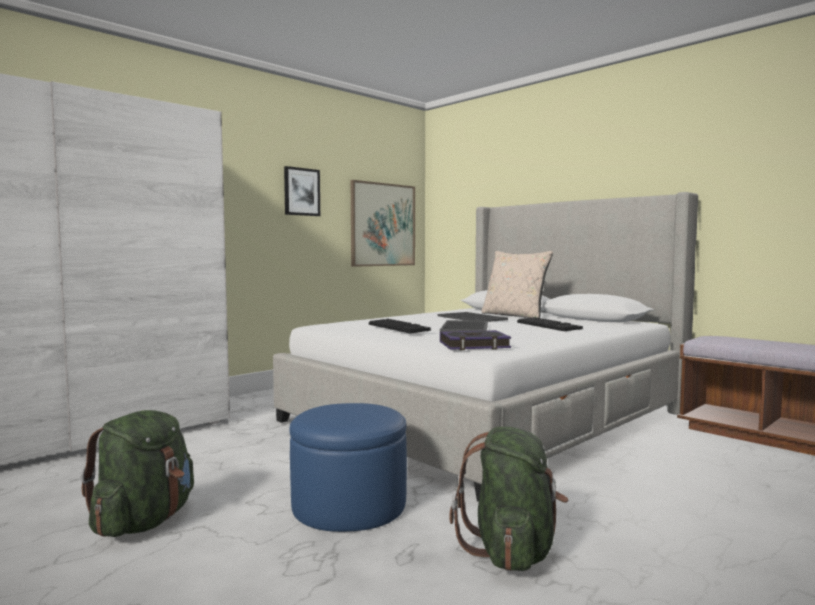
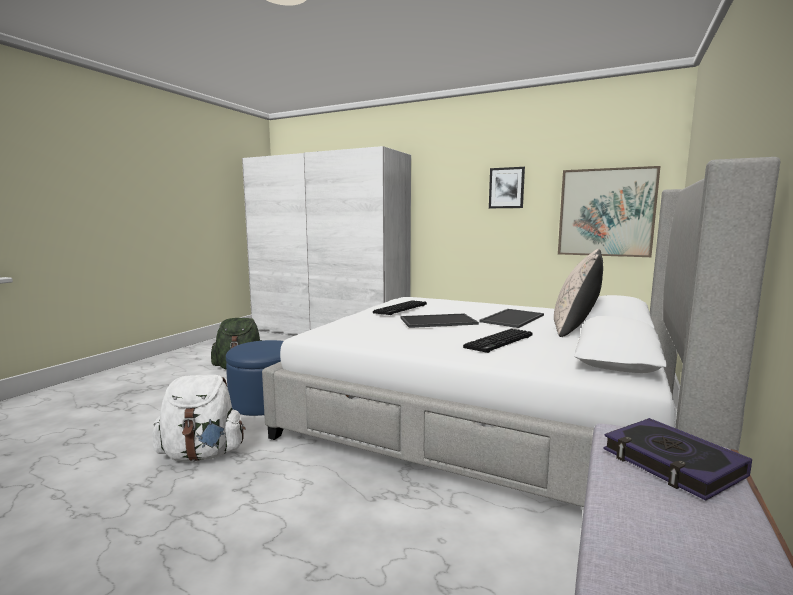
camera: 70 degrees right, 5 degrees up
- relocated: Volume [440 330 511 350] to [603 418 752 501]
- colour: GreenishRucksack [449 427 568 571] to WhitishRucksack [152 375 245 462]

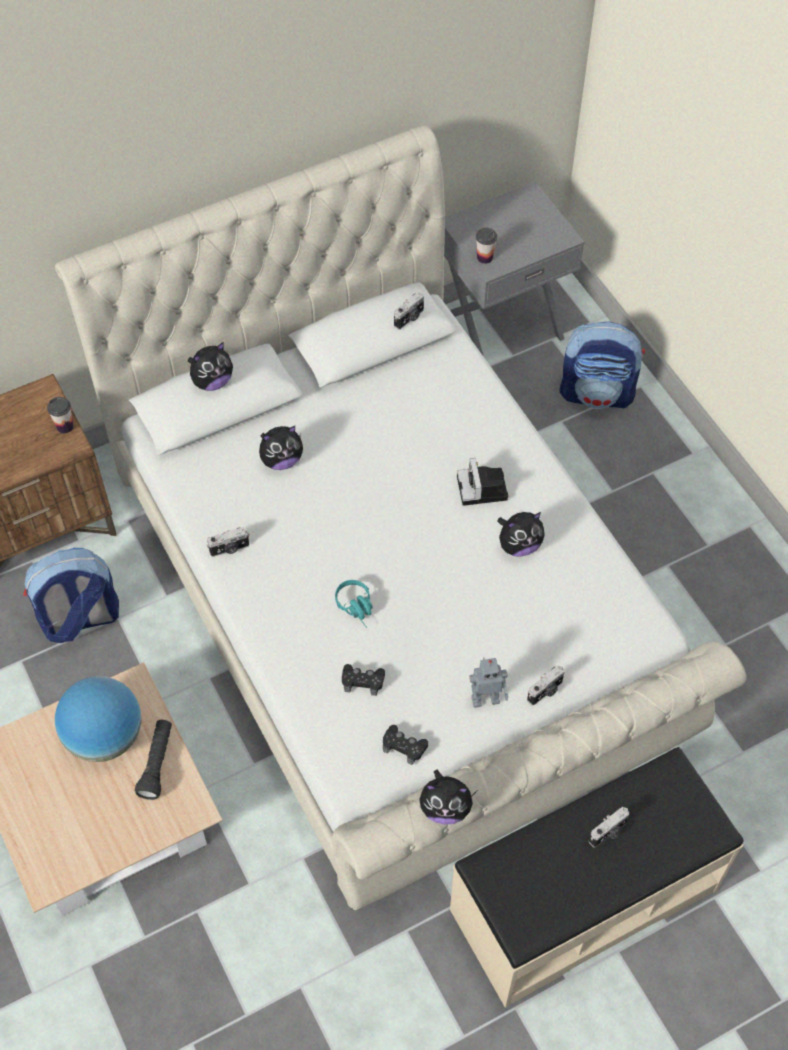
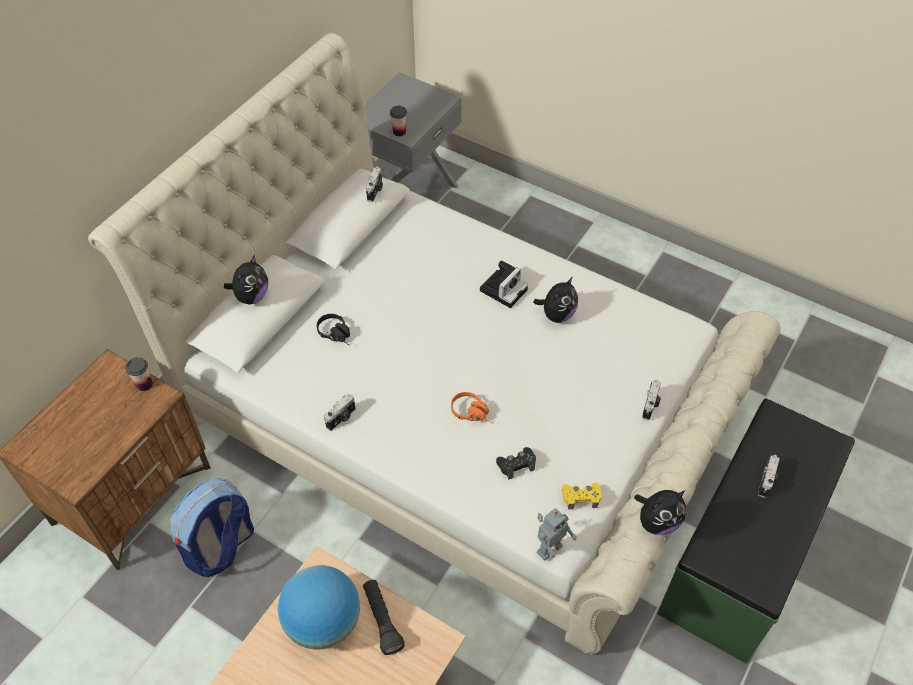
camera: 30 degrees left, 5 degrees down
- exchanged: CuddlyToy [259 426 303 470] to BlackishHeadphones [317 314 350 346]
- colour: TurquoiseHeadphones [335 580 373 628] to OrangeHeadphones [451 392 493 423]
- colour: BlackishGameController [383 725 428 765] to YellowColouredGameController [562 483 602 509]
- colour: SandColouredBench [450 747 744 1008] to GreenishBench [657 398 855 663]
- spun: PhotoCamera [457 458 508 506] = [480 260 528 308] 105 degrees counterclockwise
- relocated: ModelRobot [470 657 509 708] to [537 508 577 561]
- missing: Rucksack [559 322 645 409]

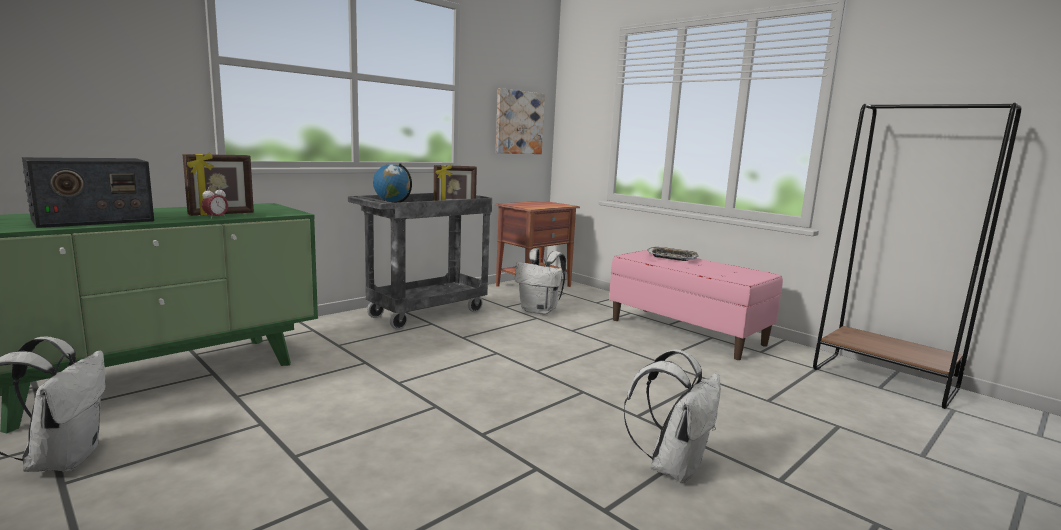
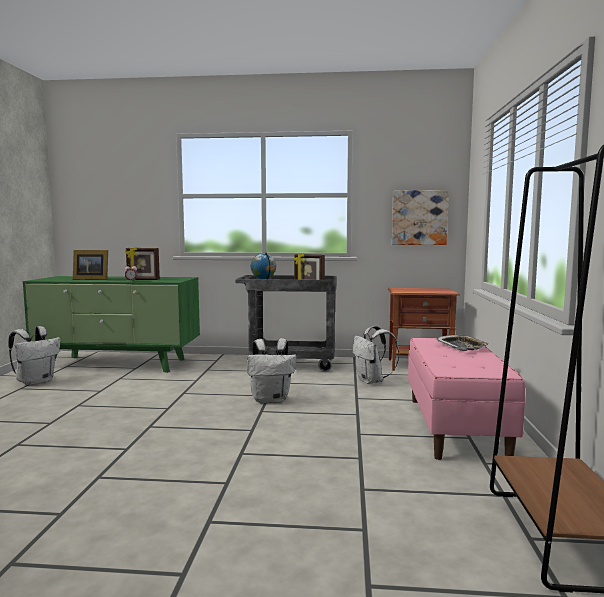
camera: 50 degrees right, 5 degrees down
- exchanged: Radio [22 157 154 228] to StandingFrame [73 250 108 280]
- relocated: WhitishRucksack [623 349 721 483] to [247 338 296 404]

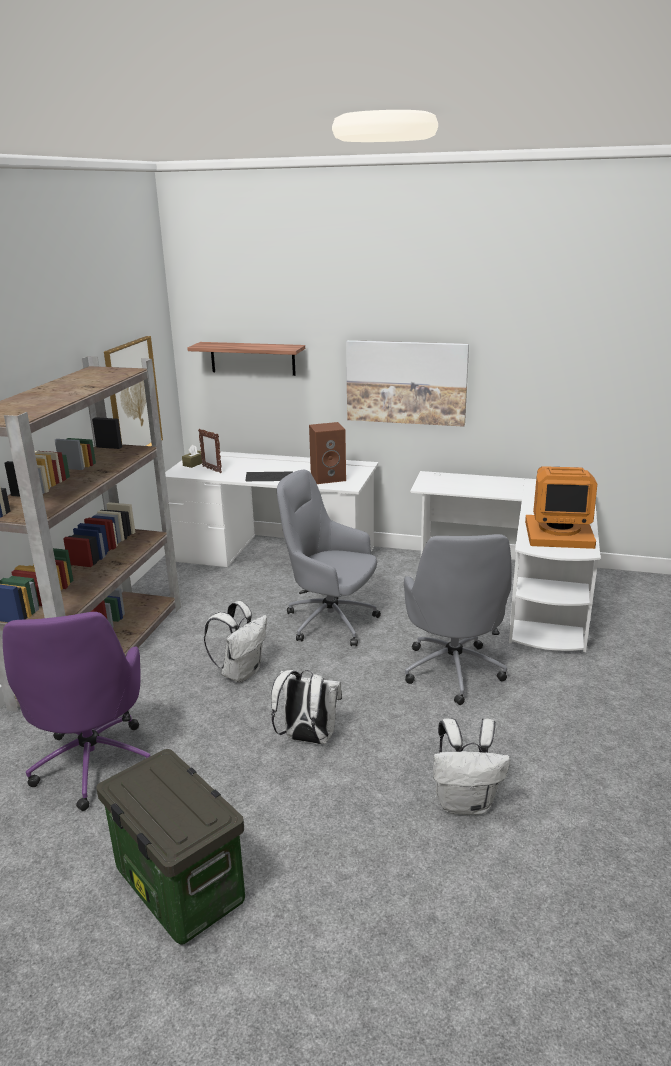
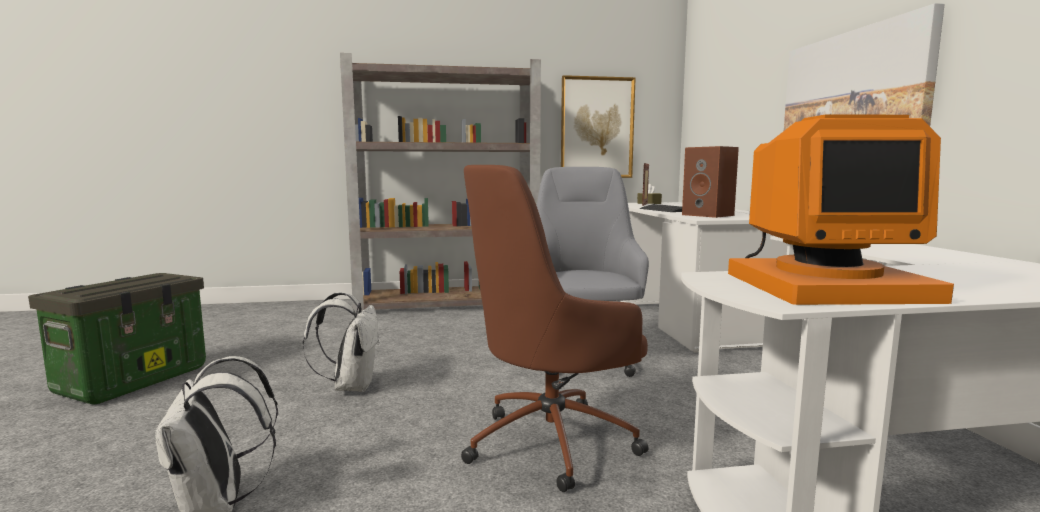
camera: 65 degrees right, 15 degrees down
- missing: PurpleColouredOfficeChair [3 612 150 811]
- missing: WallShelf [187 342 305 376]
- missing: WhitishRucksack [204 601 267 683]
- colour: GreyOfficeChair [404 534 512 705] to BrownOfficeChair [461 165 649 492]
- spun: ComputerDisplay [525 466 597 549] = [728 114 954 305] 75 degrees counterclockwise

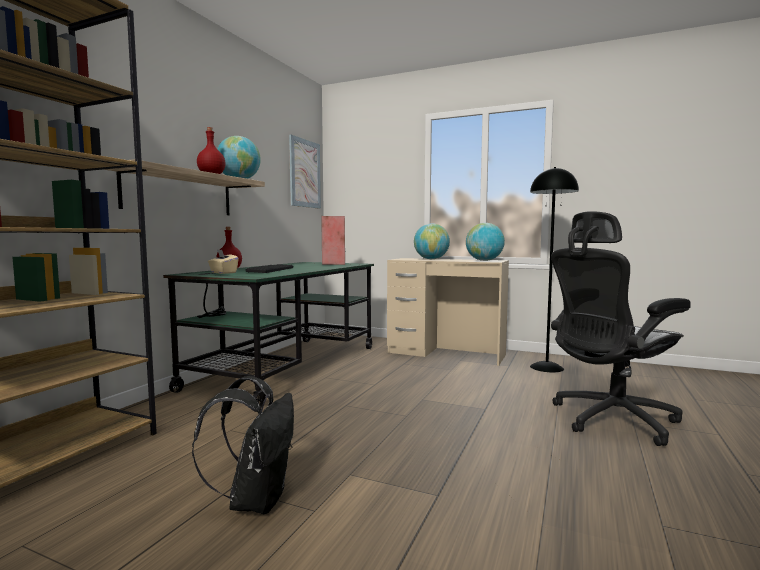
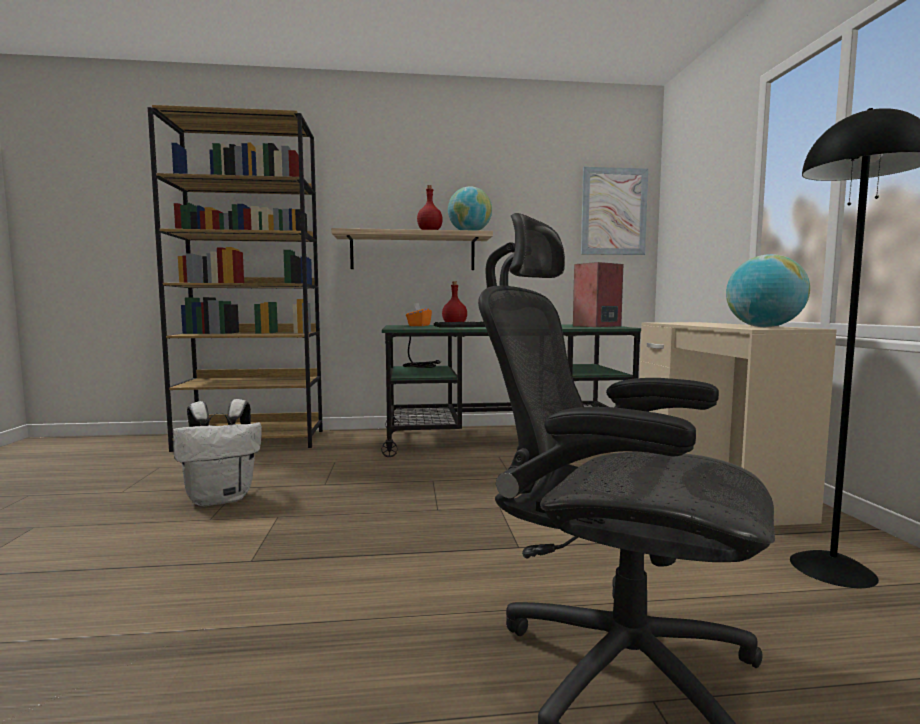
camera: 60 degrees right, 0 degrees up
- colour: BlackishRucksack [192 376 294 514] to WhitishRucksack [173 399 262 506]
- colour: SandColouredBoxOfTissues [208 250 239 274] to OrangeBoxOfTissues [406 303 432 326]
- missing: Globe [414 223 450 259]

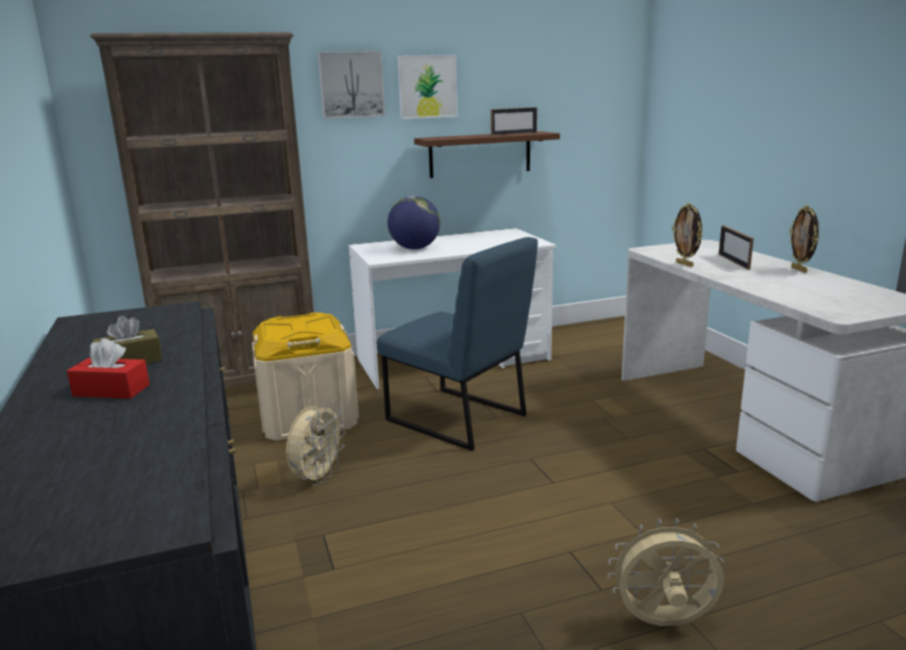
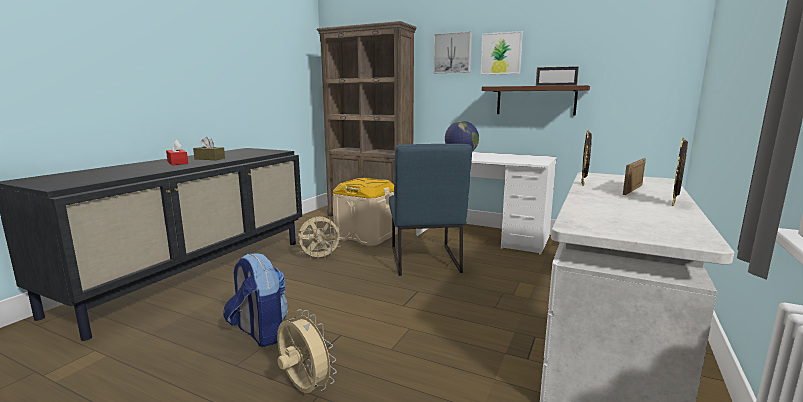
camera: 45 degrees right, 5 degrees down
- appeared: Rucksack [223 253 288 347]

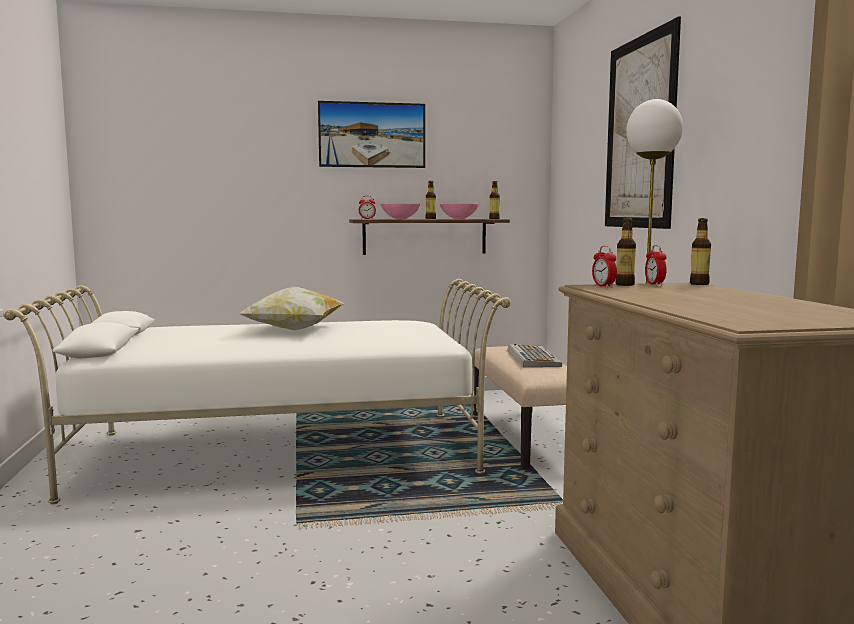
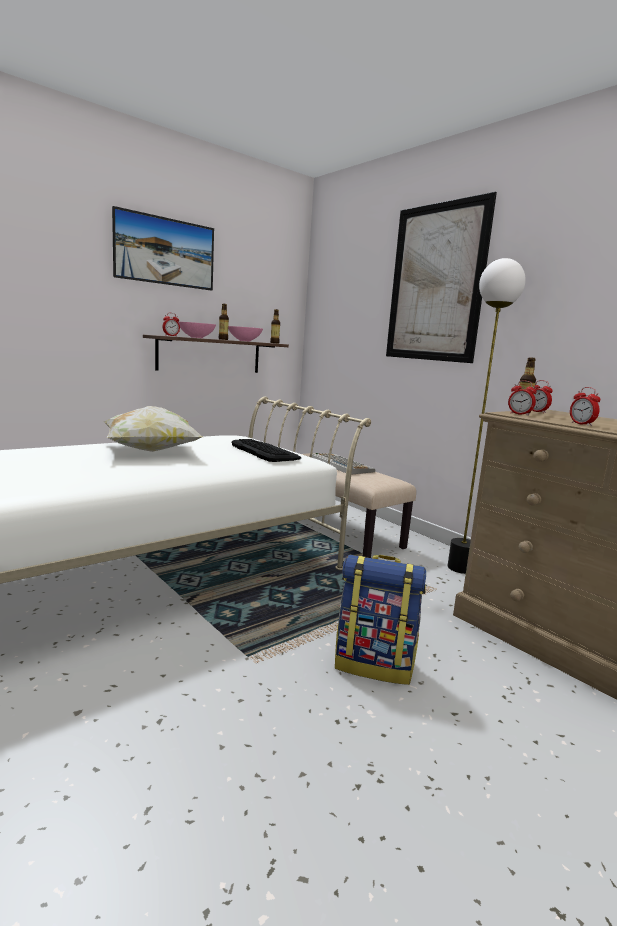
camera: 30 degrees left, 5 degrees up
- missing: Bottle [690 218 711 285]
- appeared: ComputerKeyboard [231 439 302 462]
- appeared: Rucksack [335 555 426 685]
- appeared: BedsideClock [570 387 600 426]

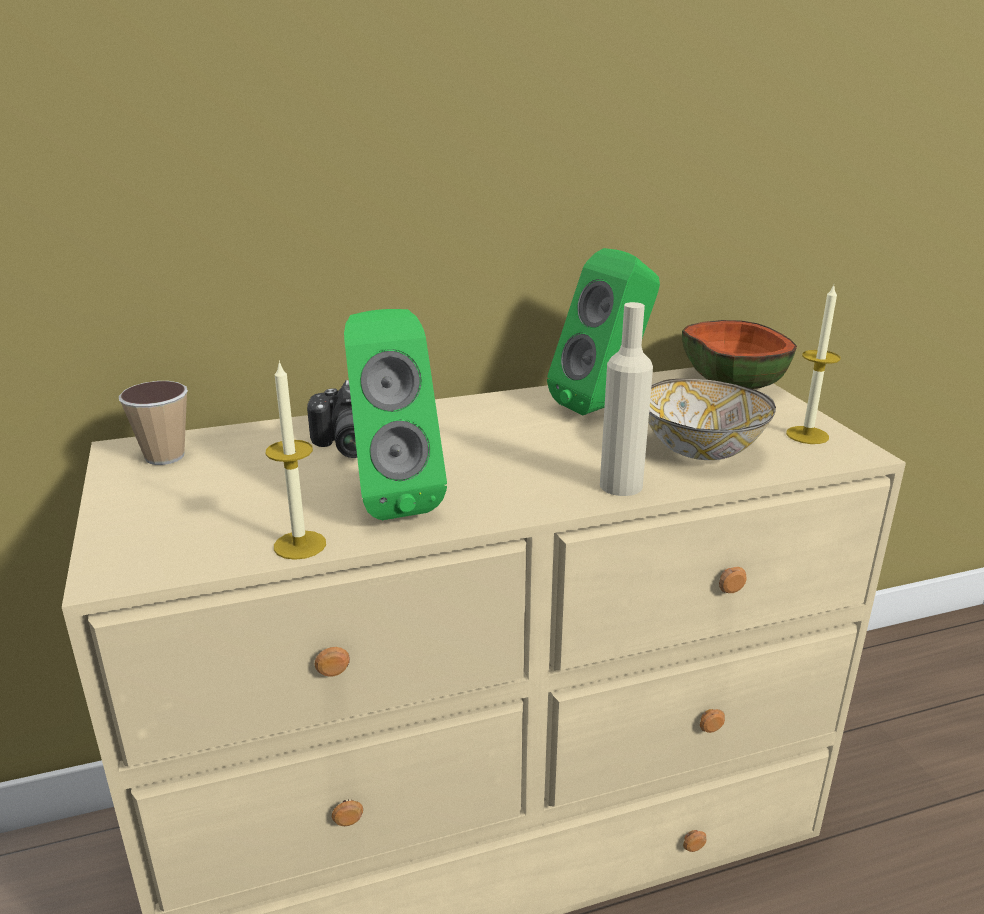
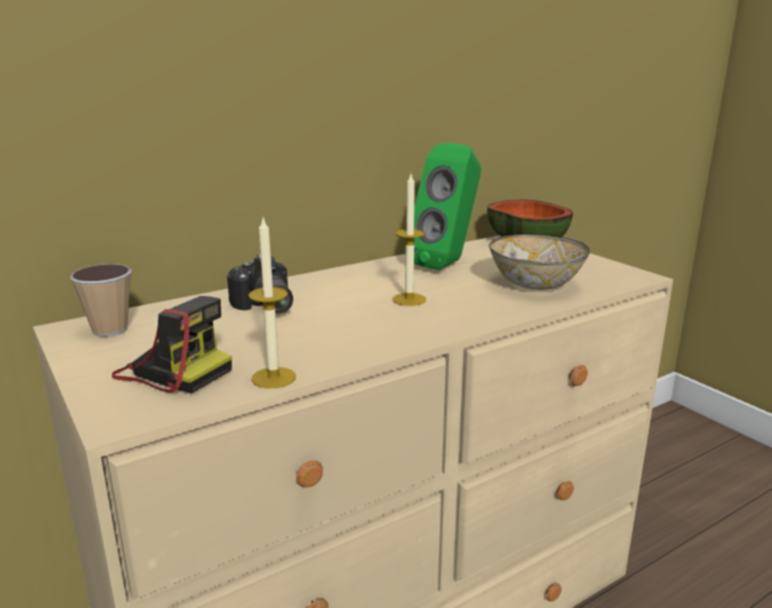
camera: 15 degrees left, 5 degrees down
- missing: GreenishAudioSpeaker [344 309 447 520]
- missing: SandColouredBottle [600 302 653 496]
- relocated: WaxCandle [786 285 840 444] to [392 174 426 306]
- appeared: PhotoCamera [112 296 232 394]

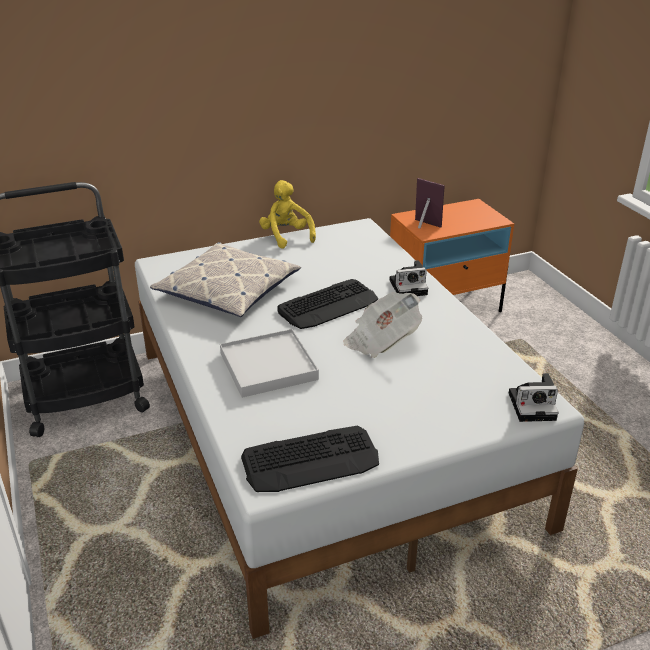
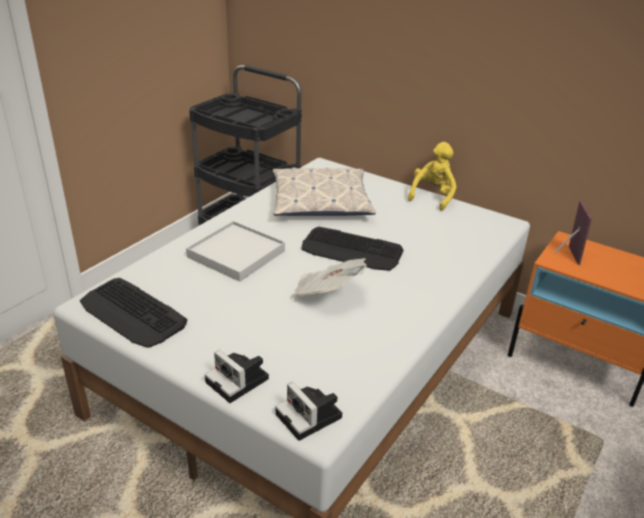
camera: 55 degrees right, 0 degrees up
- relocated: PhotoCamera [390 260 428 296] to [205 350 269 403]

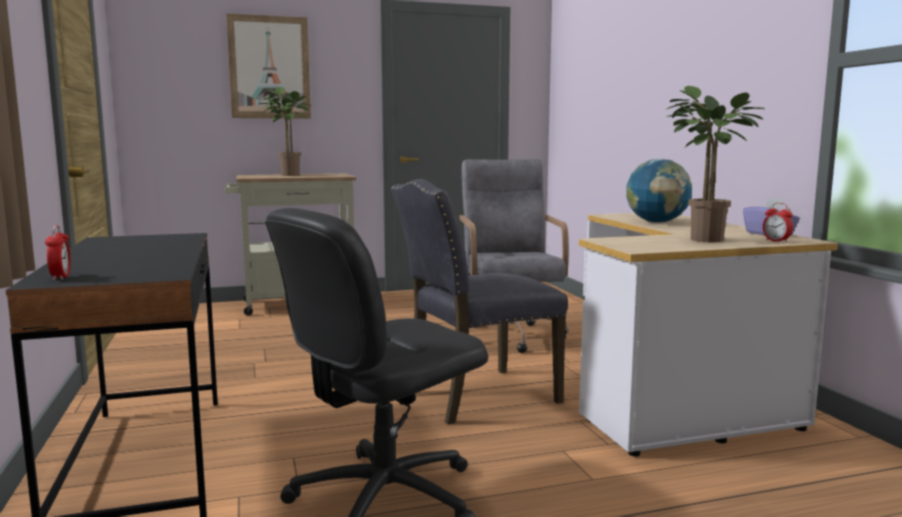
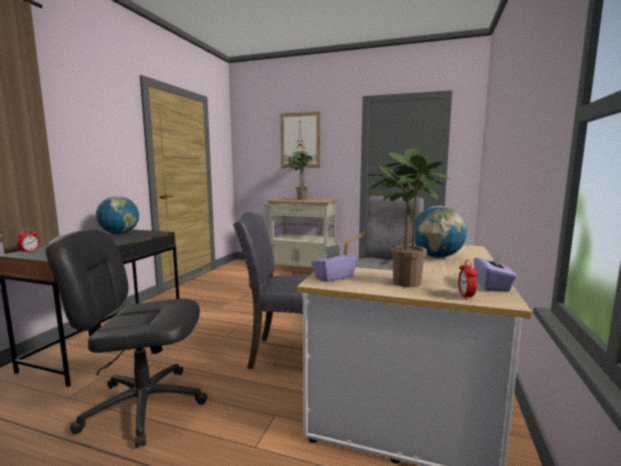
camera: 35 degrees right, 0 degrees up
- appeared: Globe [96 196 139 234]
- appeared: PurpleColouredBoxOfTissues [311 245 357 282]

